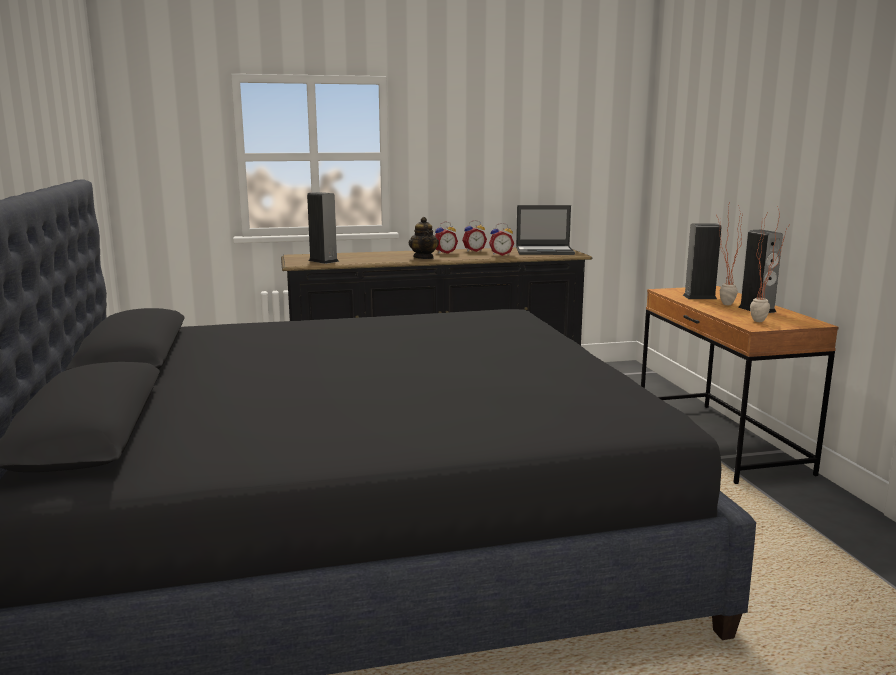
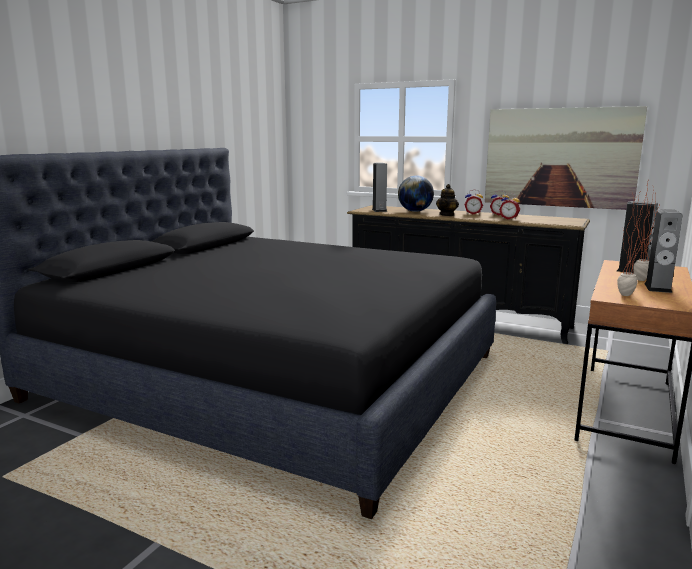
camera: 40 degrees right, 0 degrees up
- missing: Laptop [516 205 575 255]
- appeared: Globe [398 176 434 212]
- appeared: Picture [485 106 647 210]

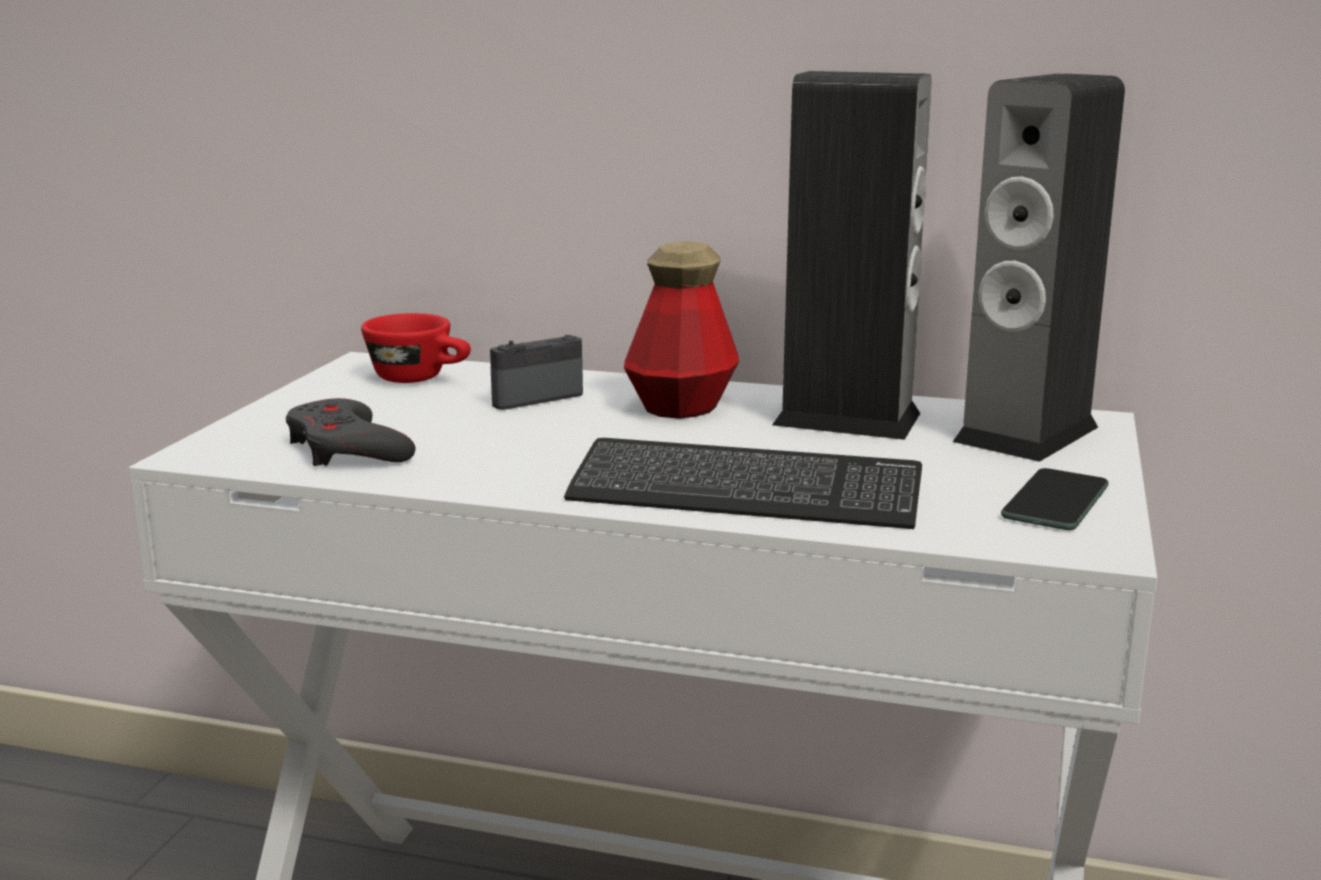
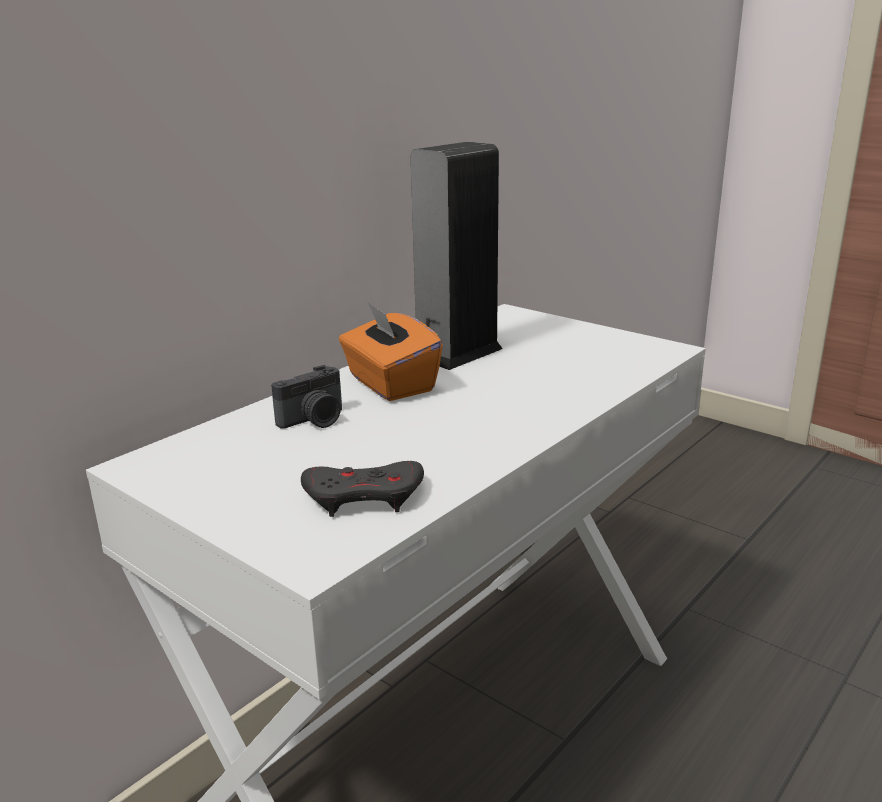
camera: 65 degrees left, 5 degrees up
- missing: RedSmallCup [361 313 471 383]
- spun: PhotoCamera [490 335 583 410] = [271 365 342 429] 120 degrees counterclockwise
- missing: ComputerKeyboard [564 438 922 529]
- exchanged: Bottle [624 241 739 419] to OrangeBoxOfTissues [339 302 443 401]
- missing: AudioSpeaker [953 73 1125 462]
- missing: Phone [1001 468 1109 530]

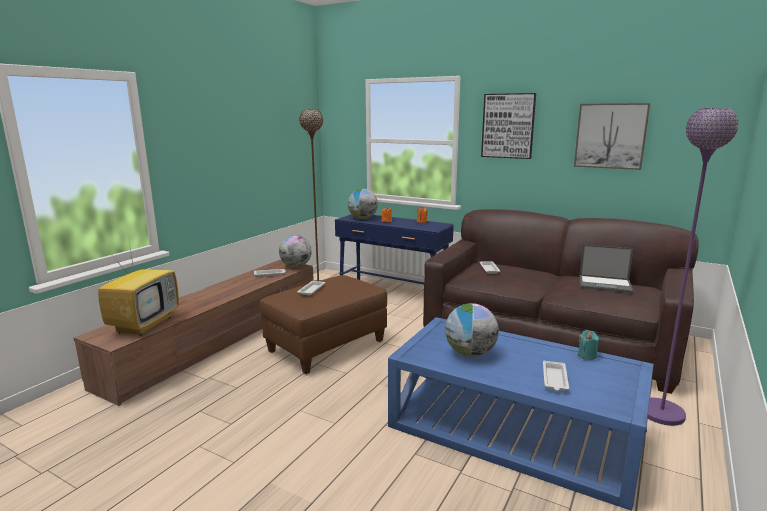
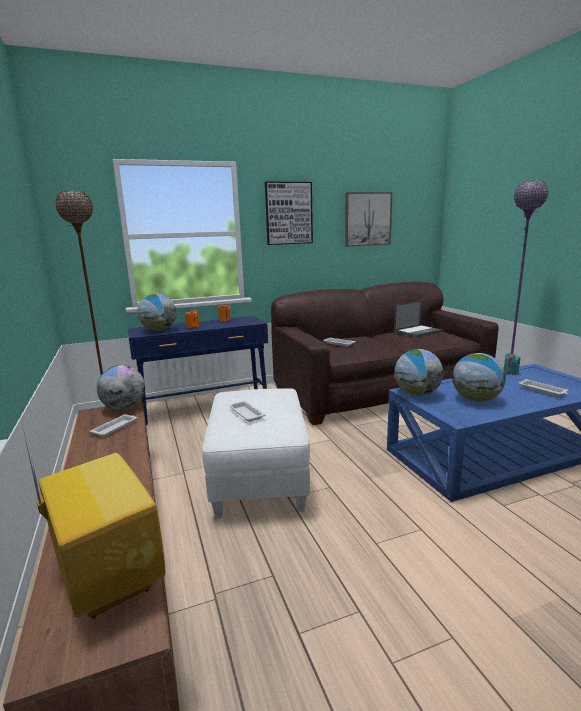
camera: 50 degrees left, 0 degrees up
- colour: BrownFootrest [260 275 387 374] to WhitishFootrest [202 388 310 519]
- appeared: Globe [394 349 443 396]

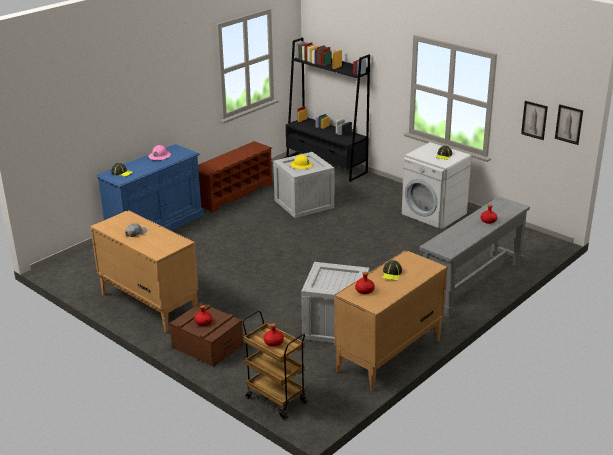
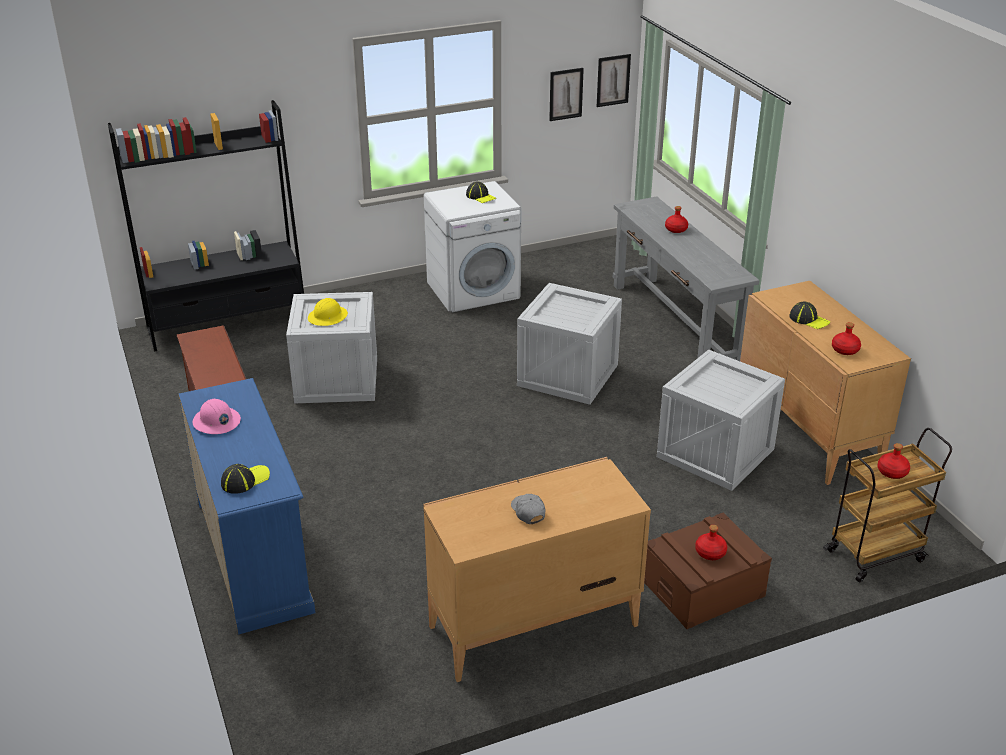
camera: 65 degrees left, 5 degrees up
- appeared: ShippingCrate [517 283 622 405]

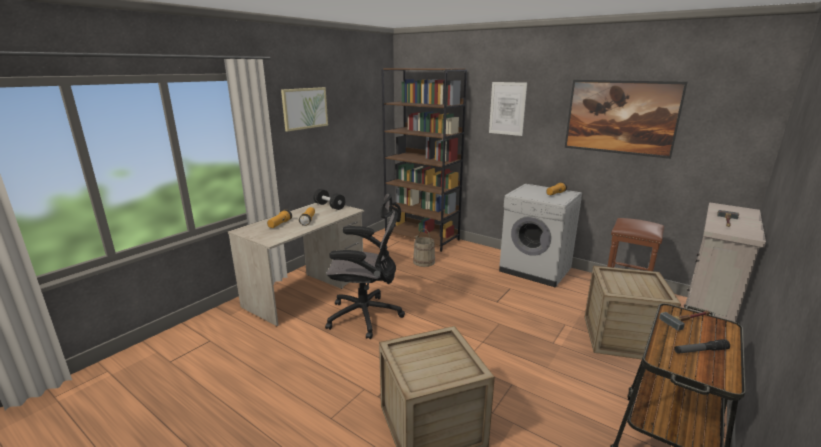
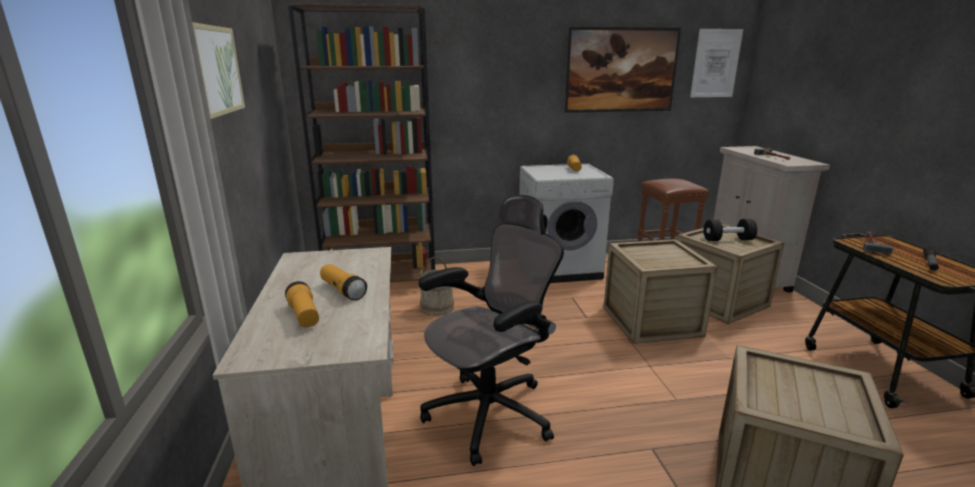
camera: 45 degrees left, 0 degrees up
- relocated: BlackishFreeWeight [313 189 345 210] to [704 219 757 241]
- relocated: Picture [489 82 527 136] to [690 29 743 97]
- appeared: ShippingCrate [604 239 718 344]

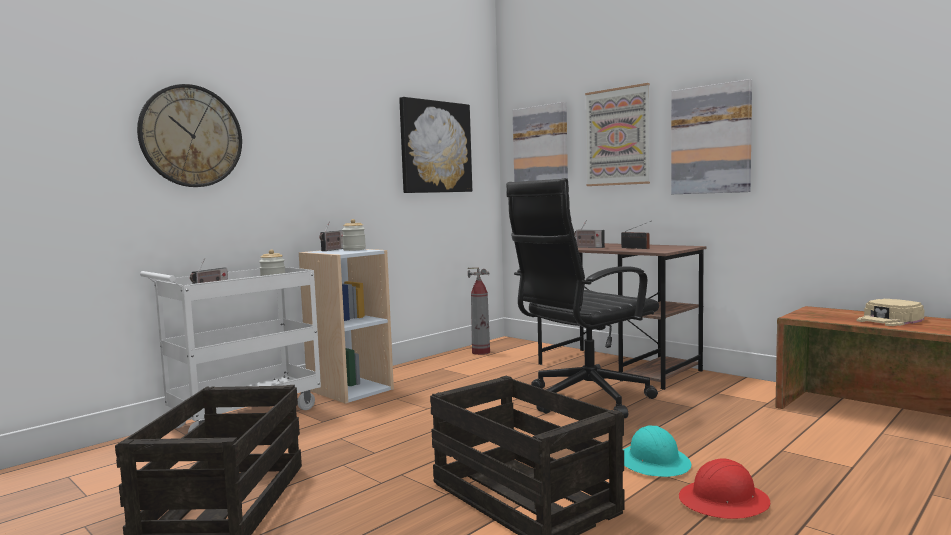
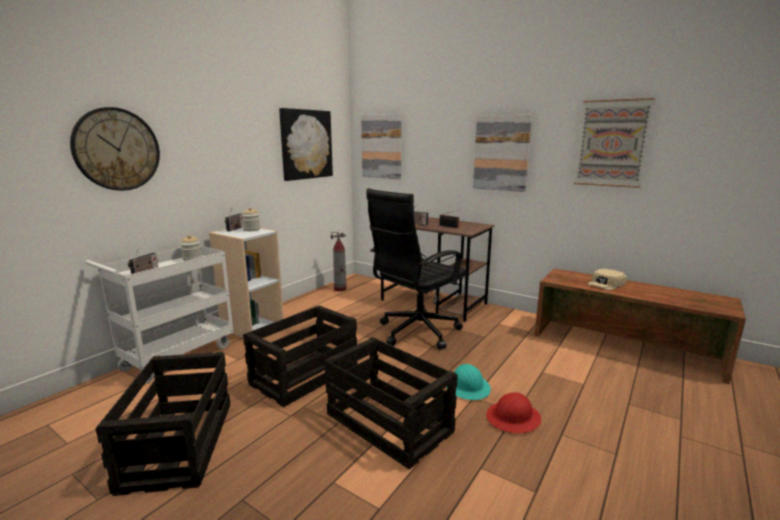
camera: 10 degrees left, 10 degrees up
- relocated: Picture [585 83 650 186] to [574 98 655 188]
- appeared: ShippingCrate [243 305 358 407]

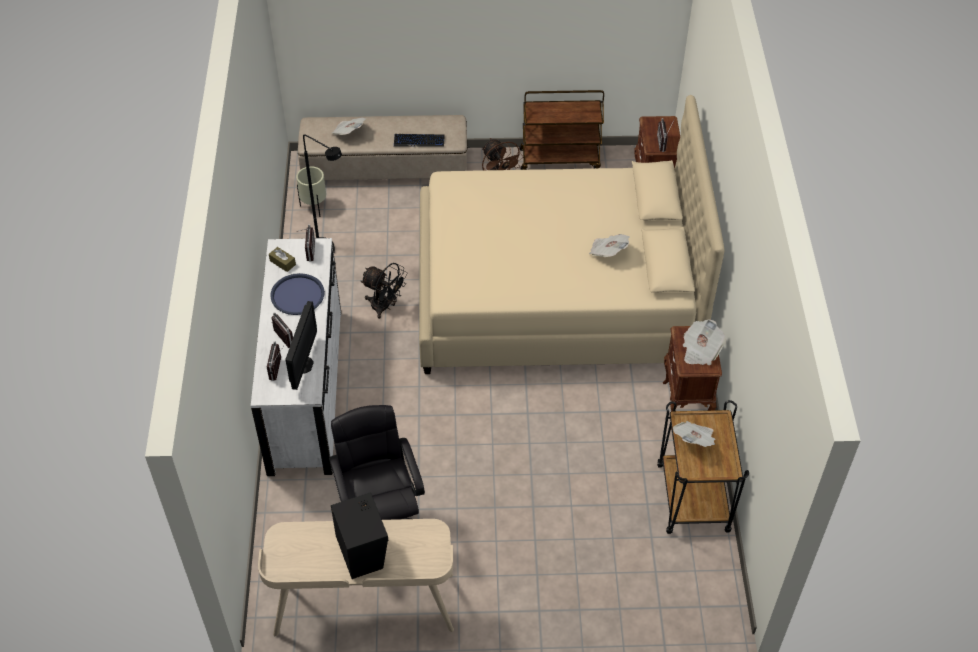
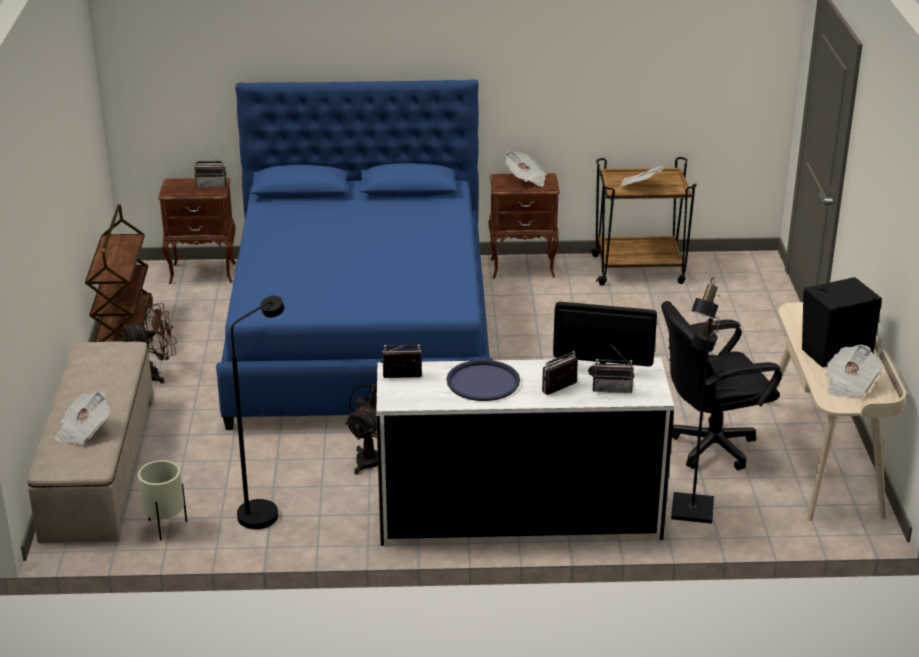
camera: 90 degrees left, 20 degrees down
- missing: BrownBoxOfTissues [269 247 296 272]
- missing: ComputerKeyboard [394 134 445 147]
- colour: SandColouredSleepingBed [419 95 724 374] to BlueSleepingBed [216 79 493 430]
- relocated: PrintedPaper [589 234 630 257] to [825 345 883 398]
- appeared: BlackishStandingLamp [671 278 721 524]

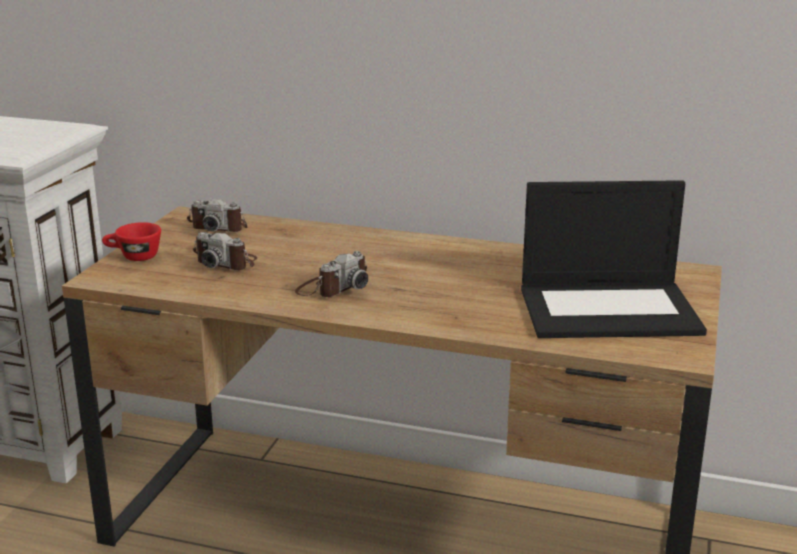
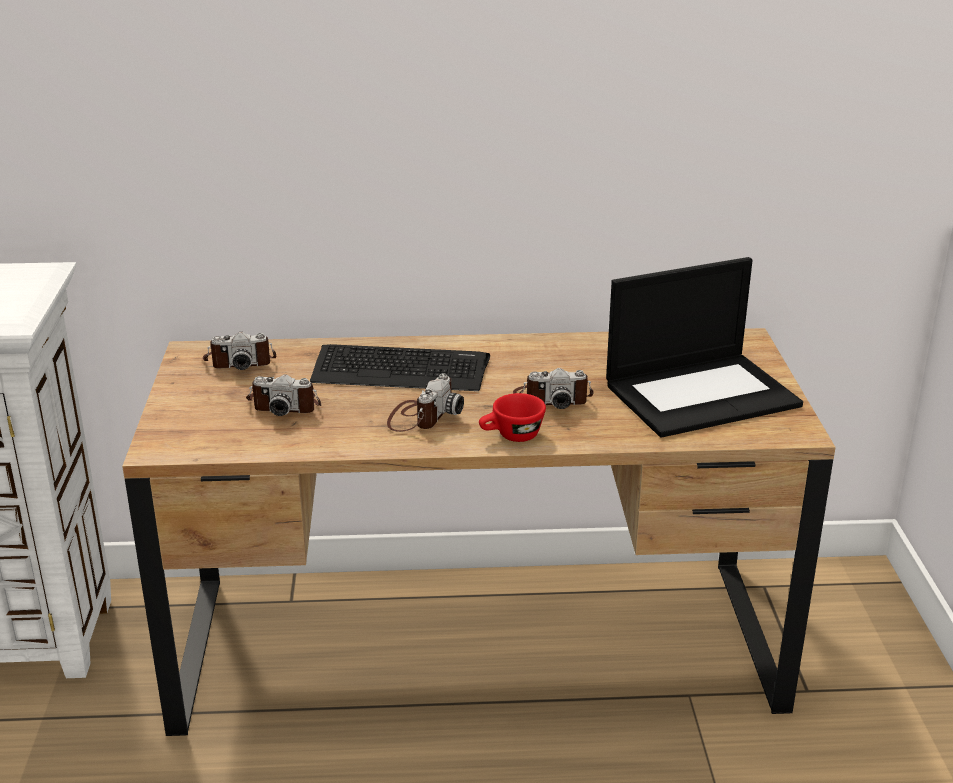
camera: 20 degrees left, 5 degrees up
- relocated: RedSmallCup [102 222 161 261] to [479 393 546 442]
- appeared: ComputerKeyboard [310 344 490 391]
- appeared: PhotoCamera [513 368 594 409]

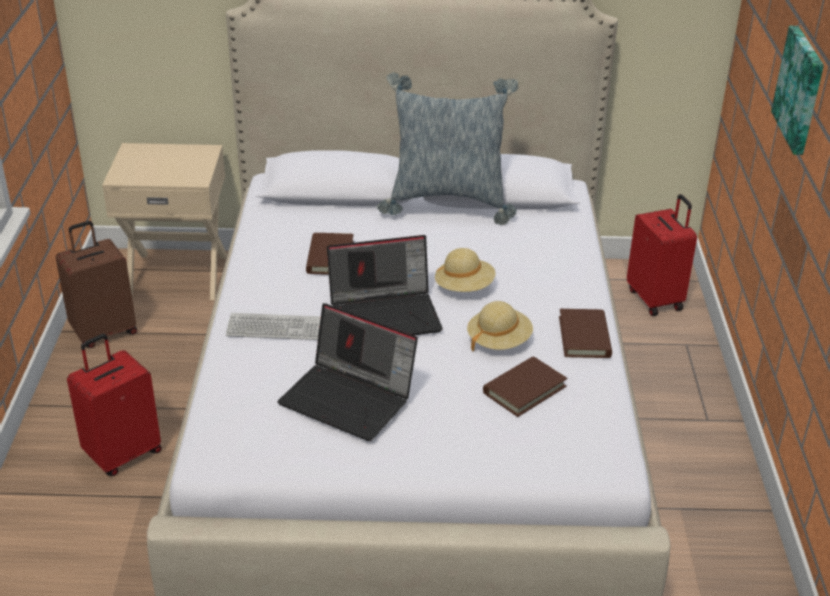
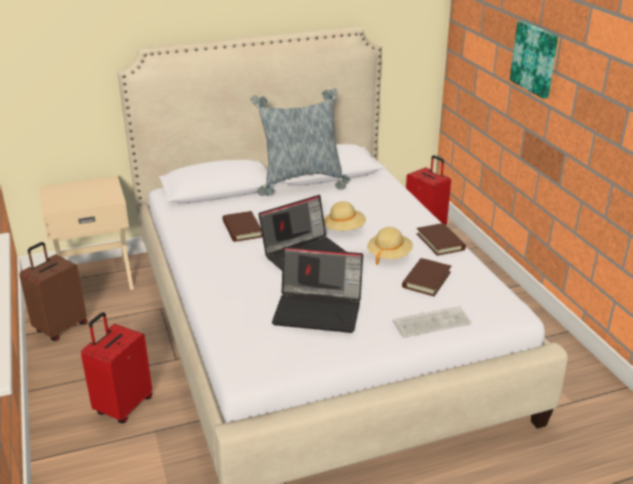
camera: 20 degrees left, 5 degrees down
- relocated: ComputerKeyboard [226 313 321 340] to [392 306 472 338]

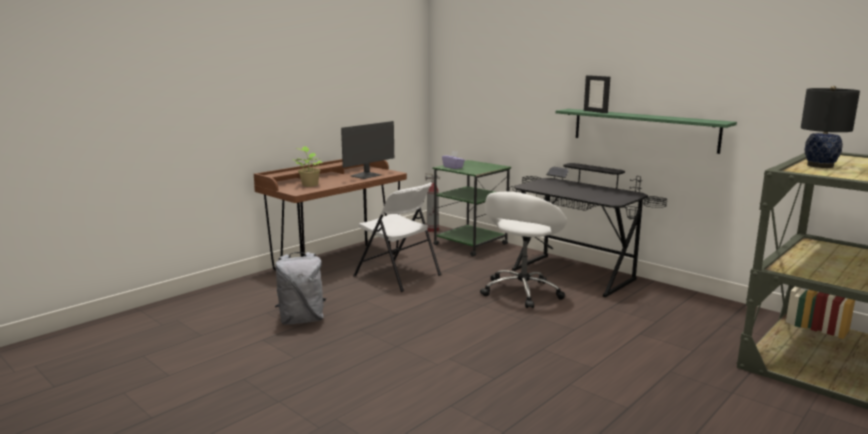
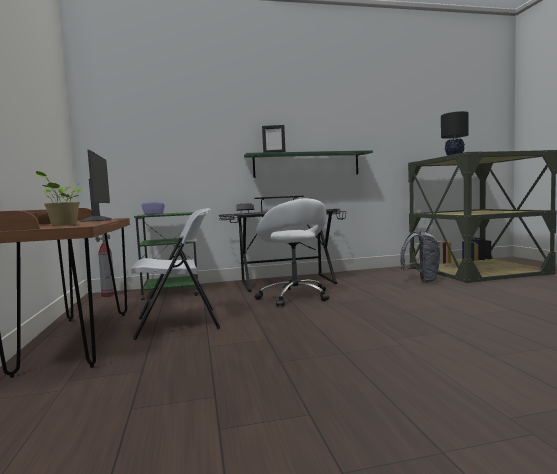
camera: 55 degrees left, 10 degrees down
- relocated: GreyRucksack [275 252 326 325] to [400 230 440 283]

